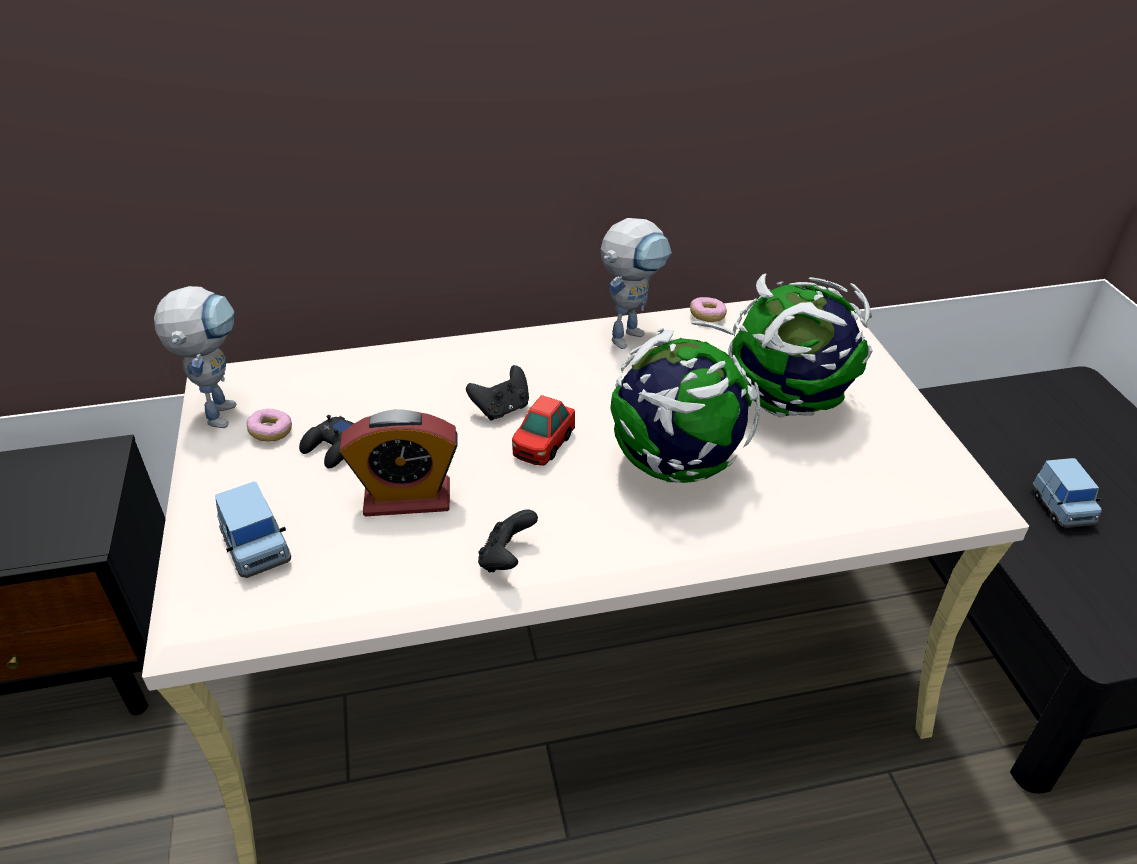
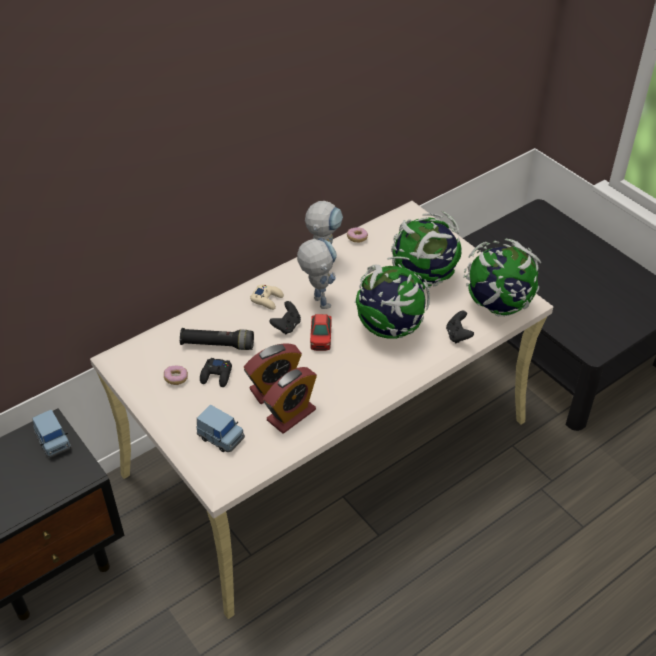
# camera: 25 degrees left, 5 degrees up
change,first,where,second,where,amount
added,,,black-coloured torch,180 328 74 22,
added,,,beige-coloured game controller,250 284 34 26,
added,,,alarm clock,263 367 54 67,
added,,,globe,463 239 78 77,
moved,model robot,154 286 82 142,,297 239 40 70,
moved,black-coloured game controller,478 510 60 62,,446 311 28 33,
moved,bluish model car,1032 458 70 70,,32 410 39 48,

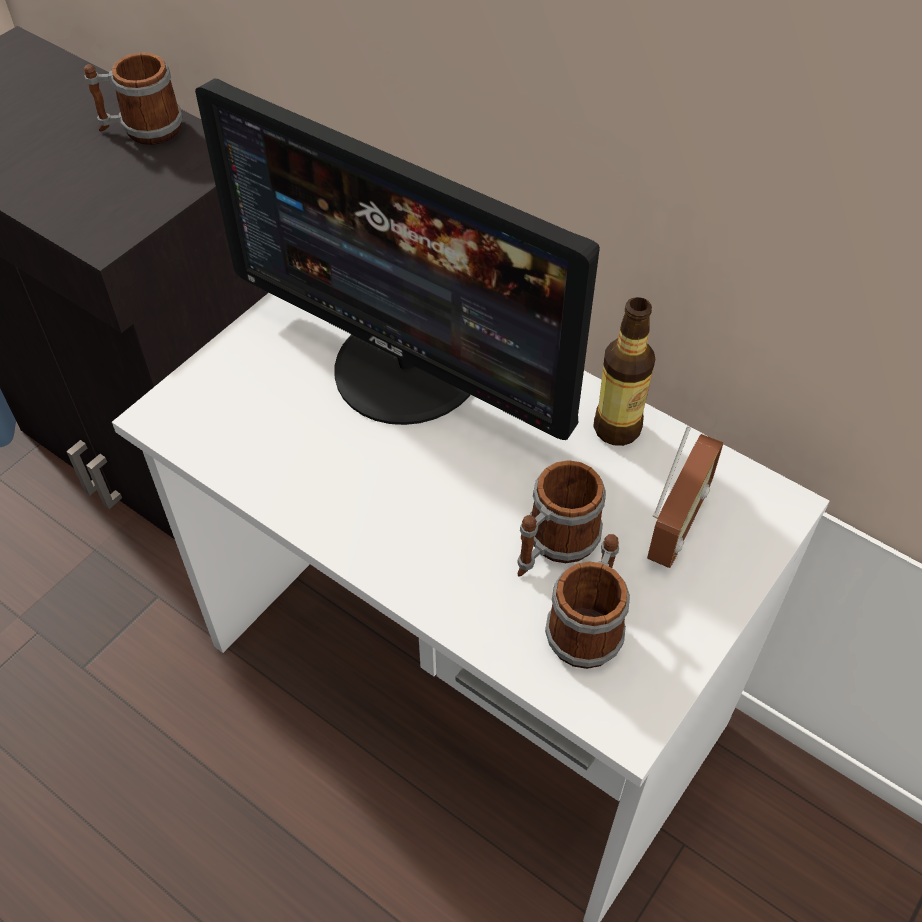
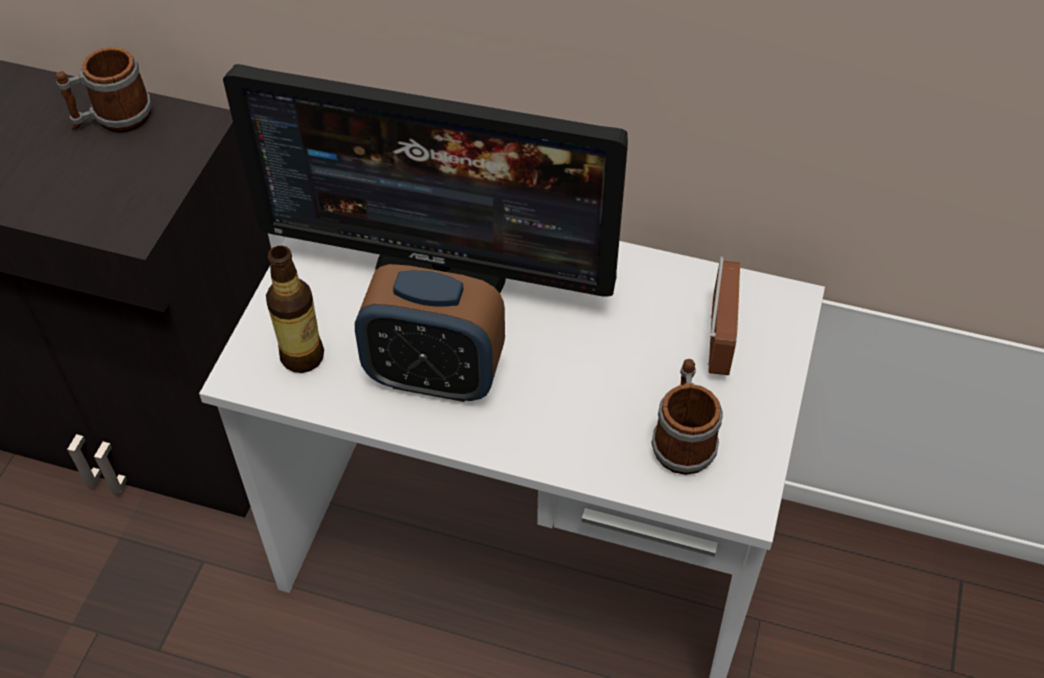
# camera: 20 degrees left, 0 degrees up
change,first,where,second,where,amount
removed,tea mug,517 460 89 117,,,
added,,,alarm clock,355 264 150 138,
moved,bottle,593 297 62 149,,266 246 58 127,

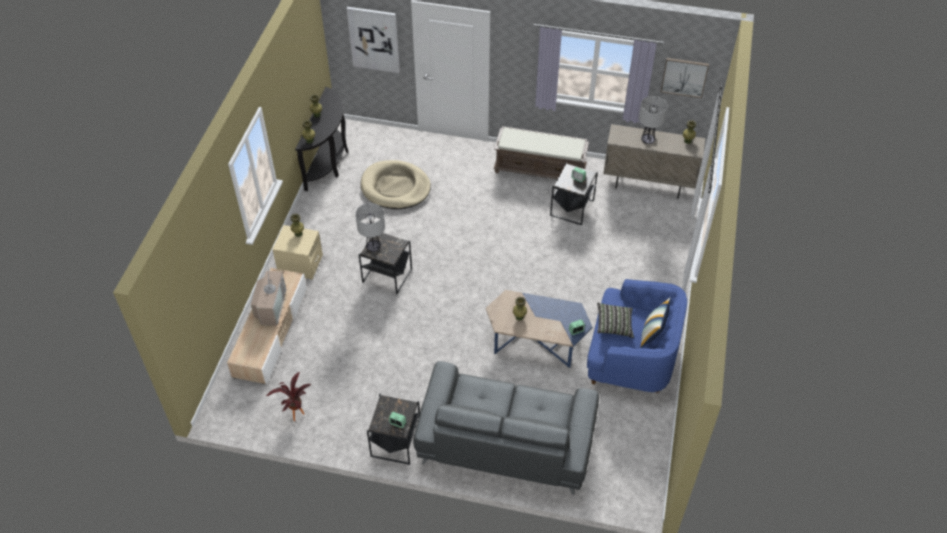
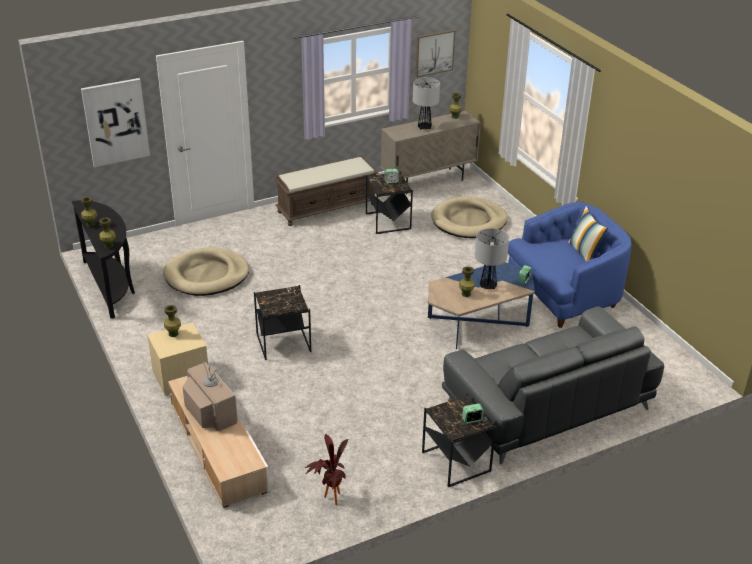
# camera: 40 degrees left, 15 degrees down
change,first,where,second,where,amount
removed,throw pillow,597 303 37 35,,,
added,,,beige-coloured dog bed,431 196 77 42,
moved,tabletop lamp,355 203 30 49,,475 228 34 61,

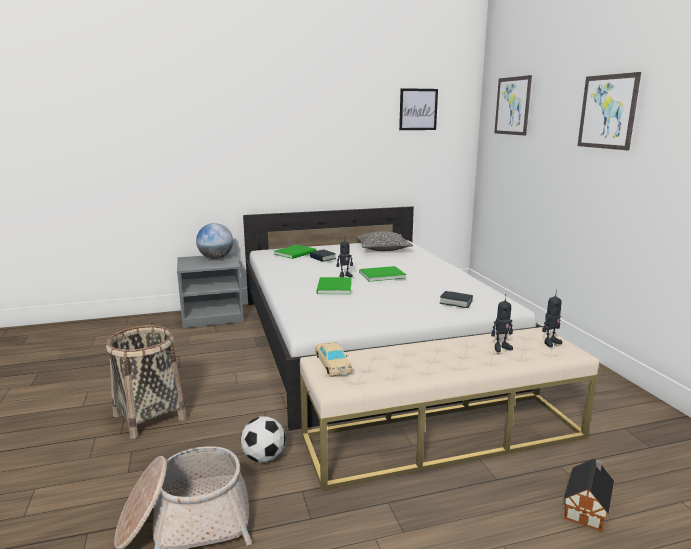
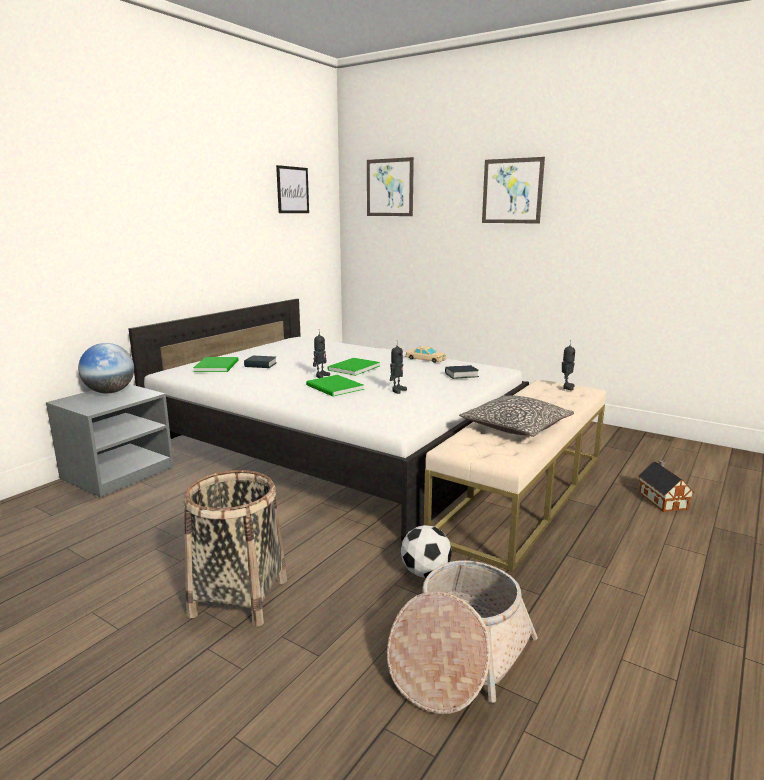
# camera: 40 degrees left, 0 degrees up
change,first,where,second,where,amount
moved,beige-coloured model car,315 342 37 34,,405 346 41 17,
moved,throw pillow,355 231 58 20,,460 395 114 42,
moved,model robot,491 294 22 58,,390 340 17 54,

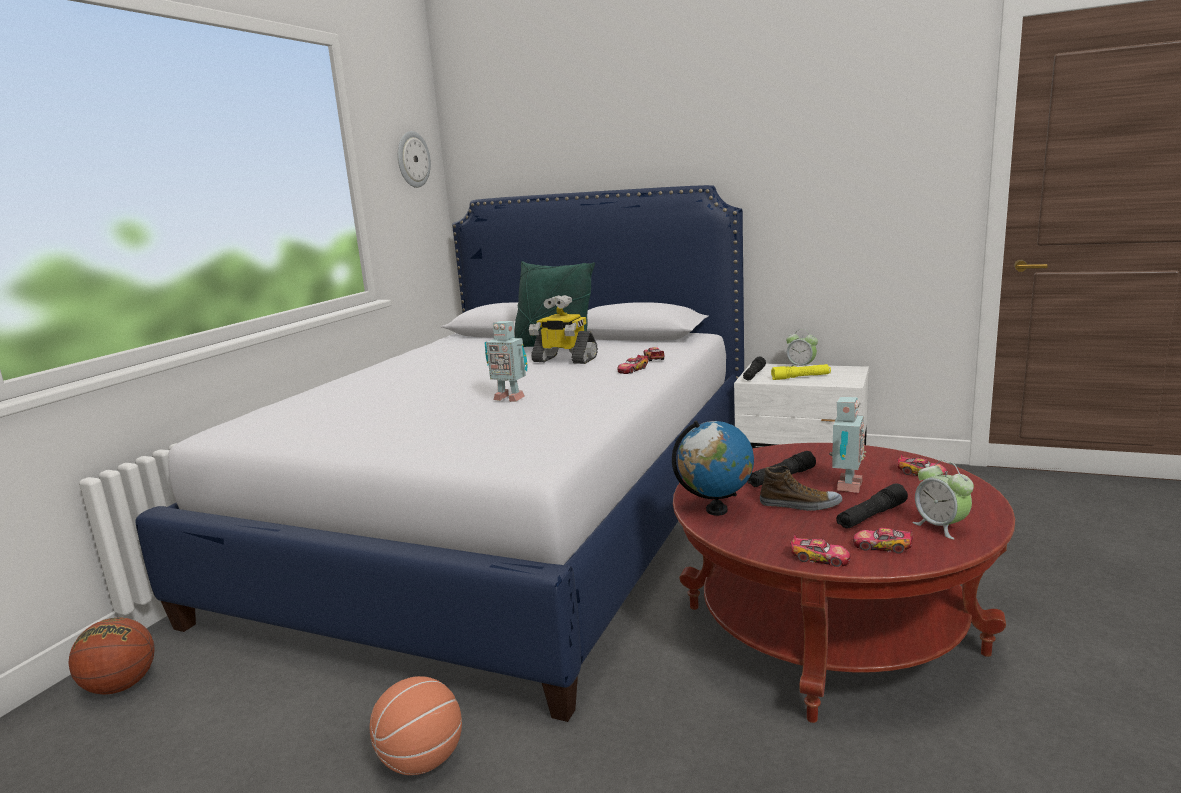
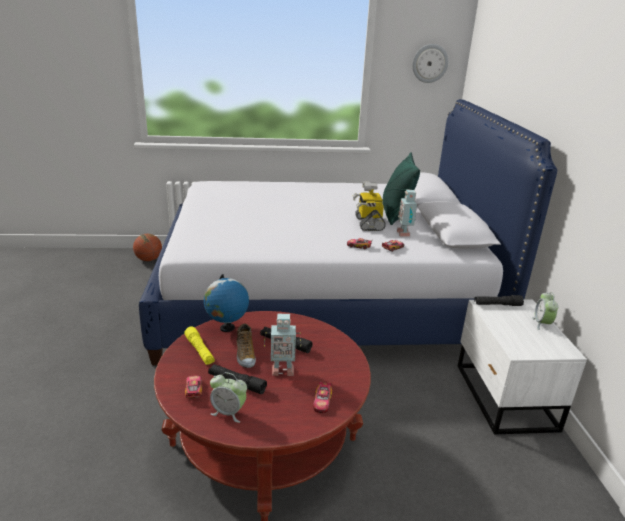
# camera: 60 degrees right, 10 degrees up
change,first,where,second,where,amount
removed,basketball ball,369 676 93 99,,,
removed,model car,790 534 61 33,,,
moved,model robot,484 321 43 81,,397 189 20 48,
moved,yellow torch,771 364 60 16,,184 326 31 39,
turned,alarm clock,912 460 62 80,,210 372 37 51,105 degrees counterclockwise

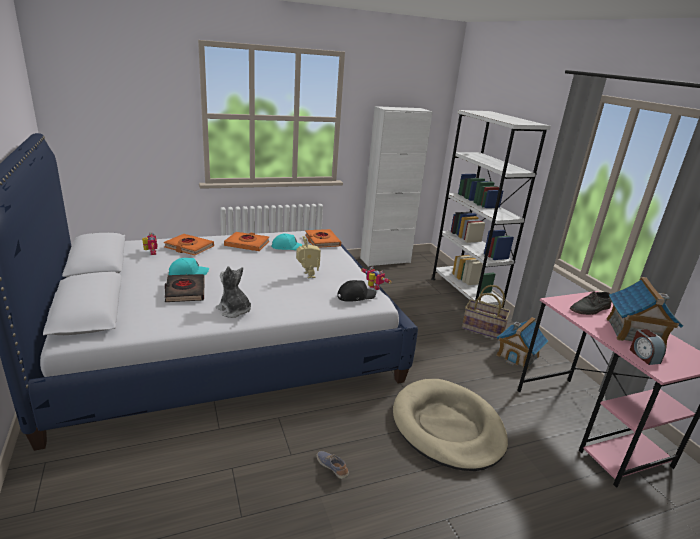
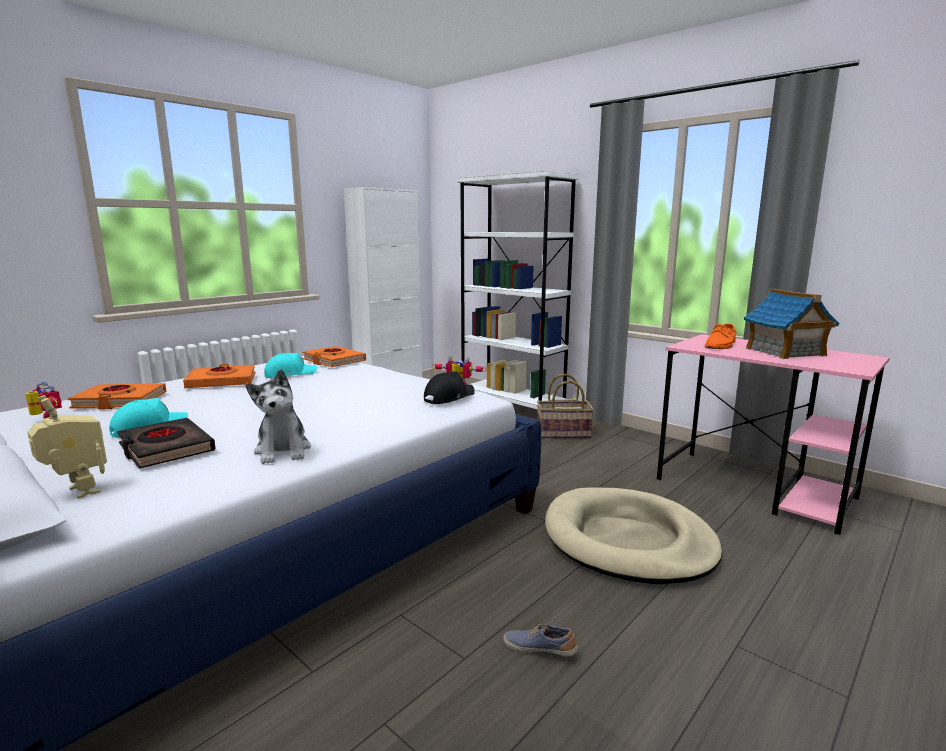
# camera: 25 degrees left, 10 degrees down
change,first,where,second,where,amount
removed,toy house,497 317 51 52,,,
removed,alarm clock,630 329 36 36,,,
moved,model robot,296 236 25 42,,27 395 80 104,
recoloured,greyish shoe,570 291 42 24,orangey shoe,705 324 32 25,
turned,plush toy,216 266 35 52,,245 369 66 95,120 degrees counterclockwise

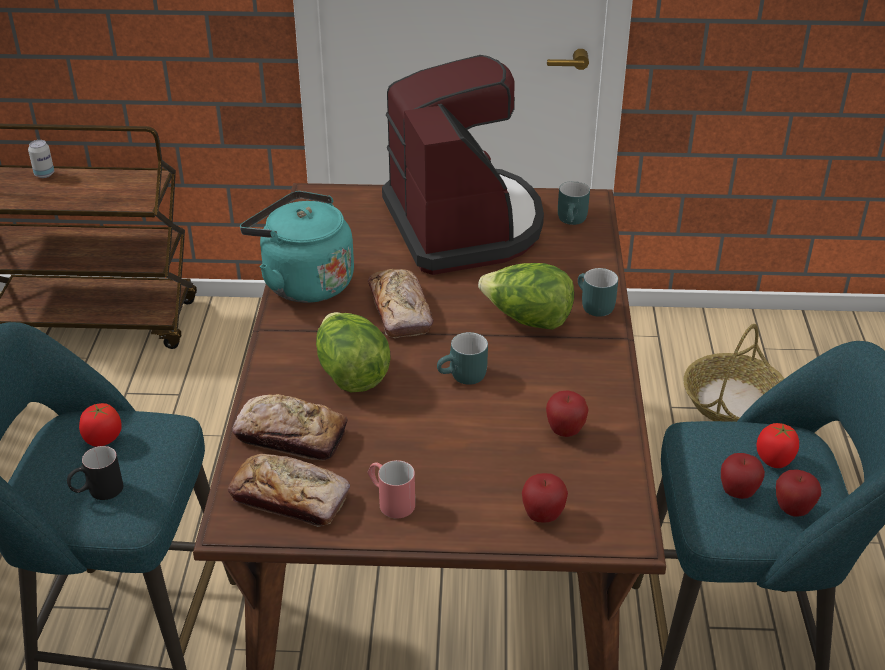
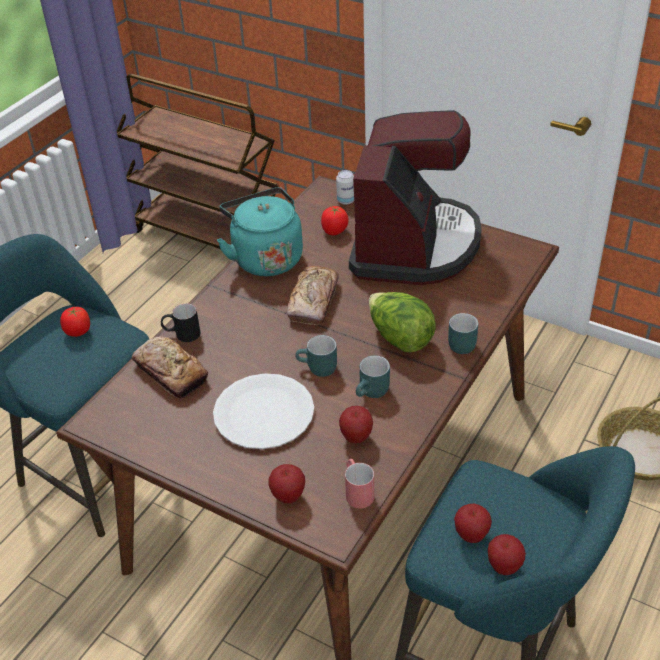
# camera: 30 degrees right, 5 degrees up
change,first,where,second,where,amount
removed,bakery bread,228 454 122 73,,,
removed,lettuce,316 312 74 80,,,
added,,,white flat dish,213 373 101 76,
moved,sealed can,28 140 26 38,,336 170 18 35,
moved,black-coloured tea mug,67 446 56 54,,161 303 39 39,
moved,reddish tea mug,368 460 47 58,,345 459 29 50,
moved,blue-green tea mug,558 181 32 44,,356 356 34 42,
moved,fresh tomato,757 423 42 45,,321 206 28 29,

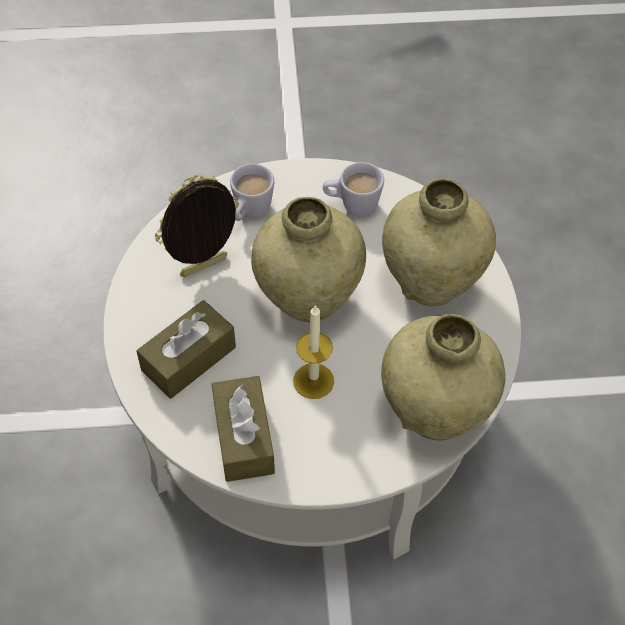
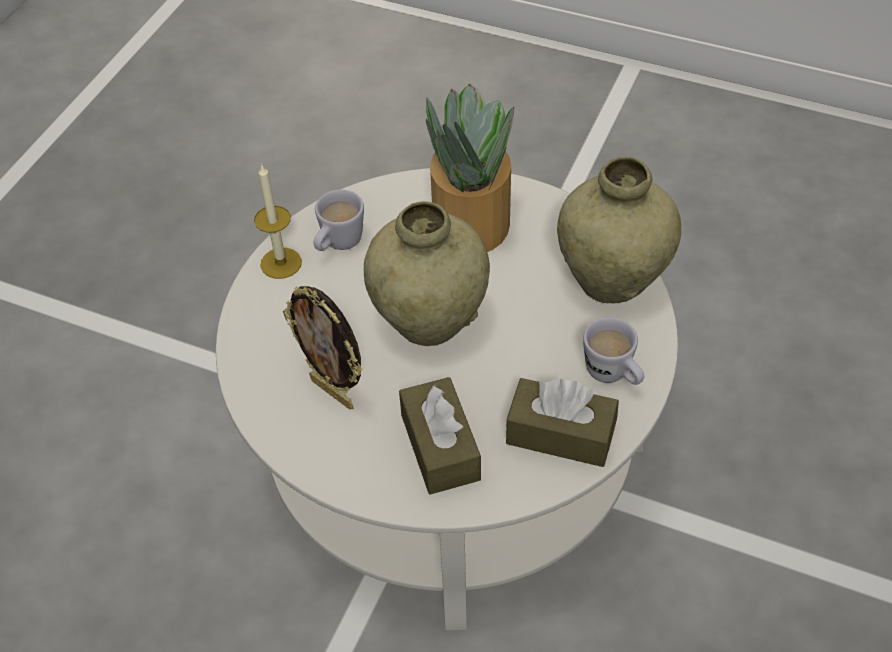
# camera: 60 degrees left, 5 degrees down
change,first,where,second,where,amount
moved,white tea mug,230 164 44 57,,583 317 61 68,
moved,candle,293 305 41 94,,254 164 48 115,
replaced,beige-coloured flower vase,382 178 114 128,plant in a pot,426 84 88 168,
turned,standing frame,155 175 84 102,,283 286 79 124,45 degrees counterclockwise

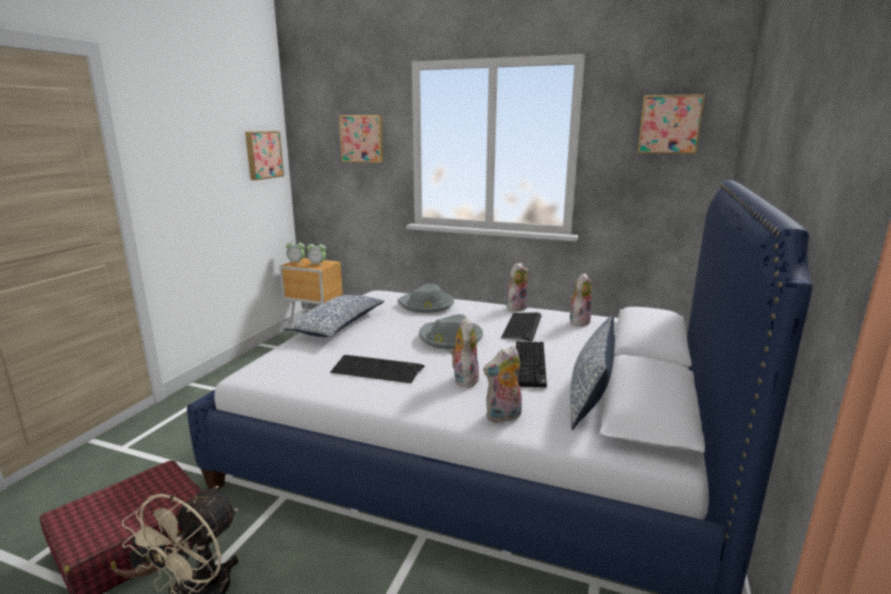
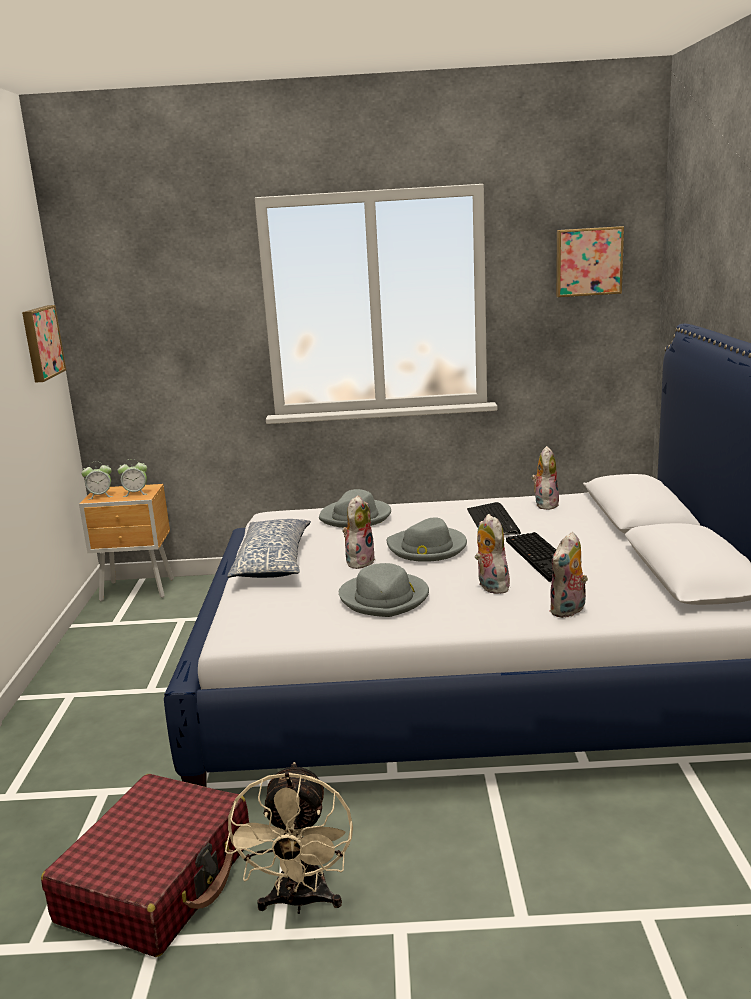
# camera: 20 degrees left, 0 degrees up
change,first,where,second,where,amount
removed,wall picture,339 115 45 48,,,
removed,throw pillow,570 315 45 115,,,
moved,plush toy,506 262 23 50,,342 495 34 74,
replaced,keyboard,330 355 94 28,greyish hat,339 563 90 54,

